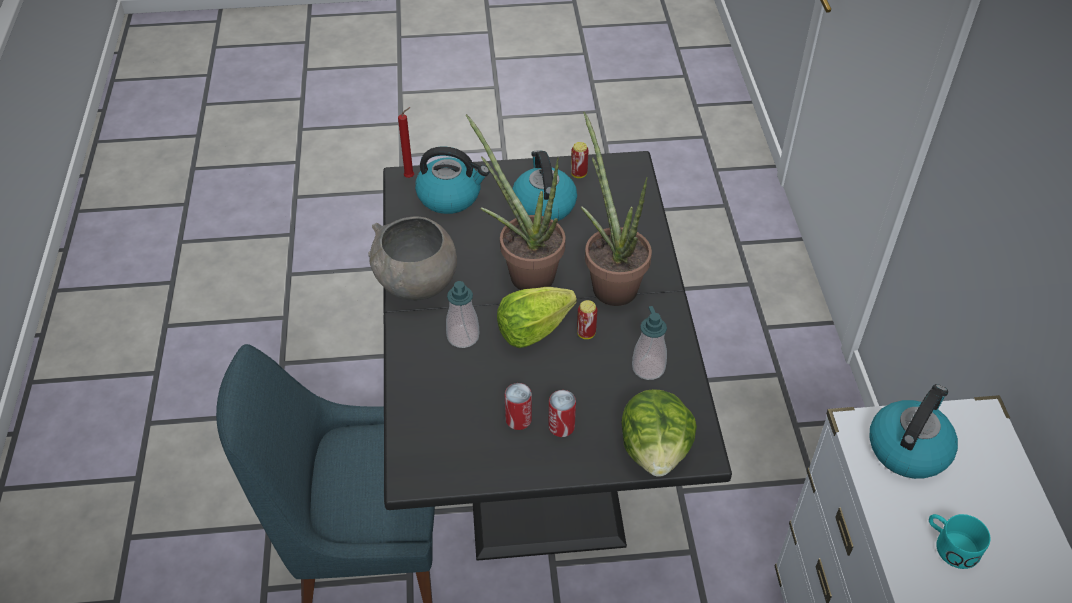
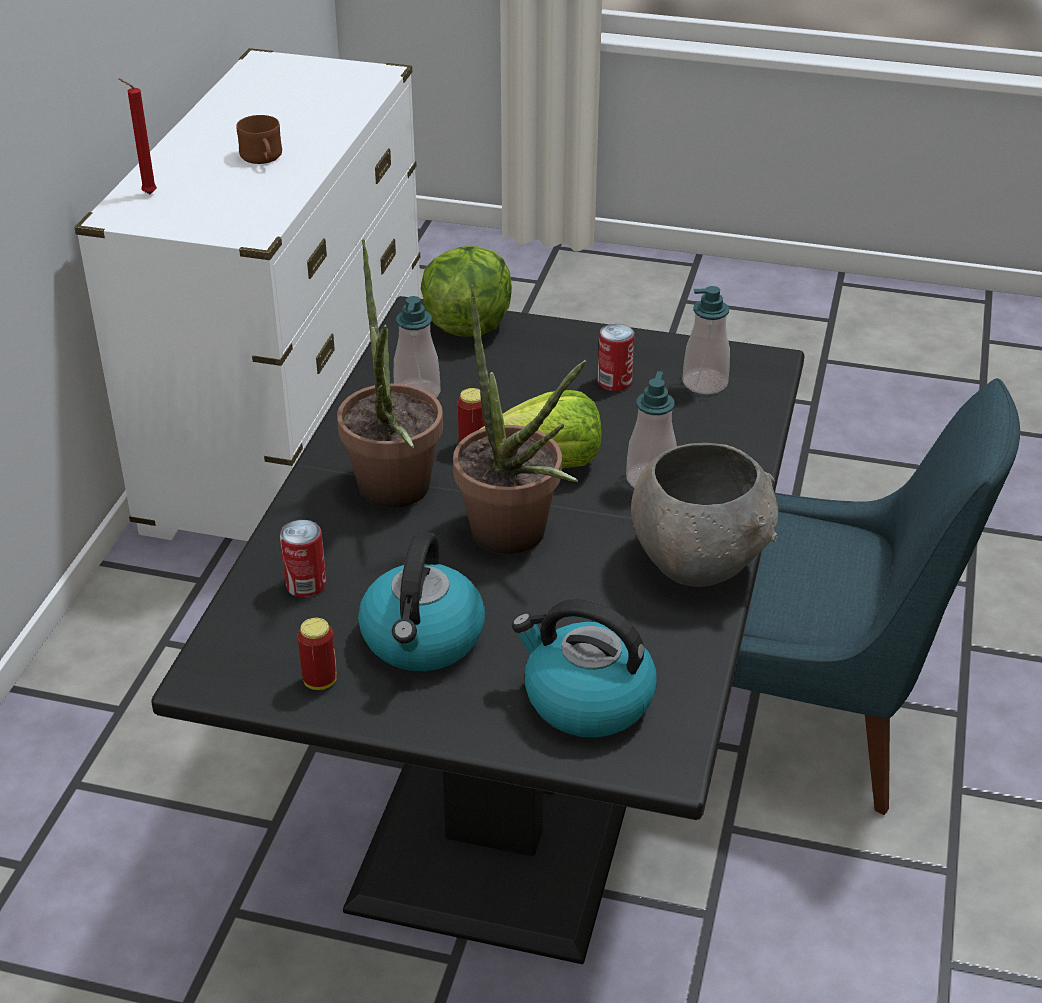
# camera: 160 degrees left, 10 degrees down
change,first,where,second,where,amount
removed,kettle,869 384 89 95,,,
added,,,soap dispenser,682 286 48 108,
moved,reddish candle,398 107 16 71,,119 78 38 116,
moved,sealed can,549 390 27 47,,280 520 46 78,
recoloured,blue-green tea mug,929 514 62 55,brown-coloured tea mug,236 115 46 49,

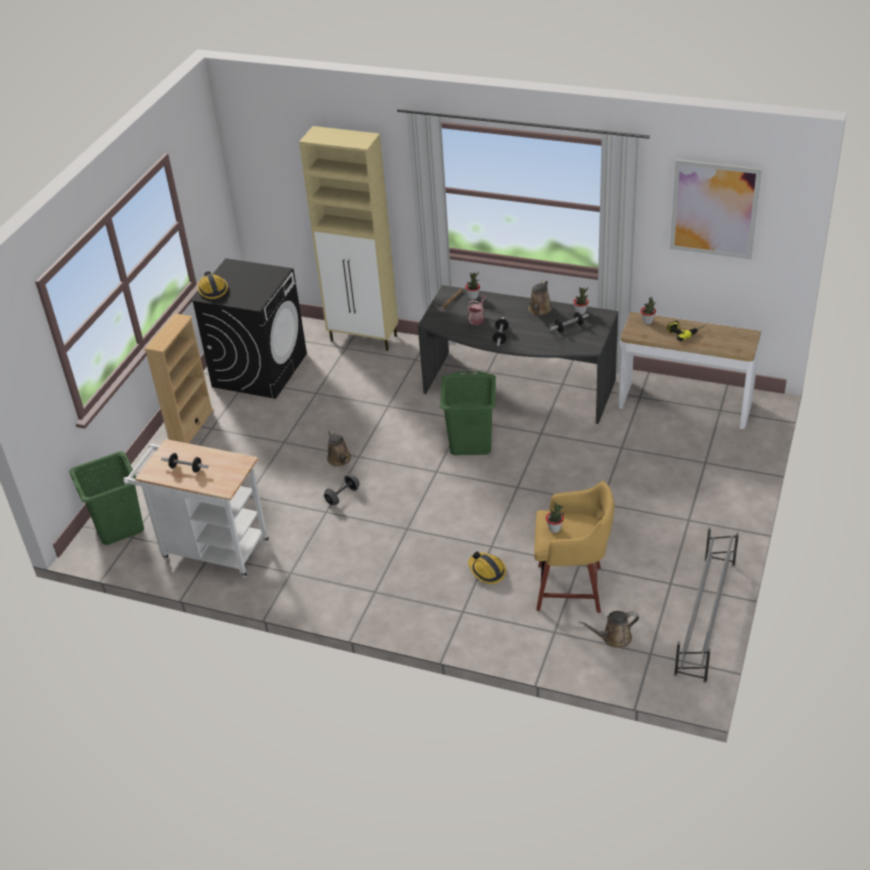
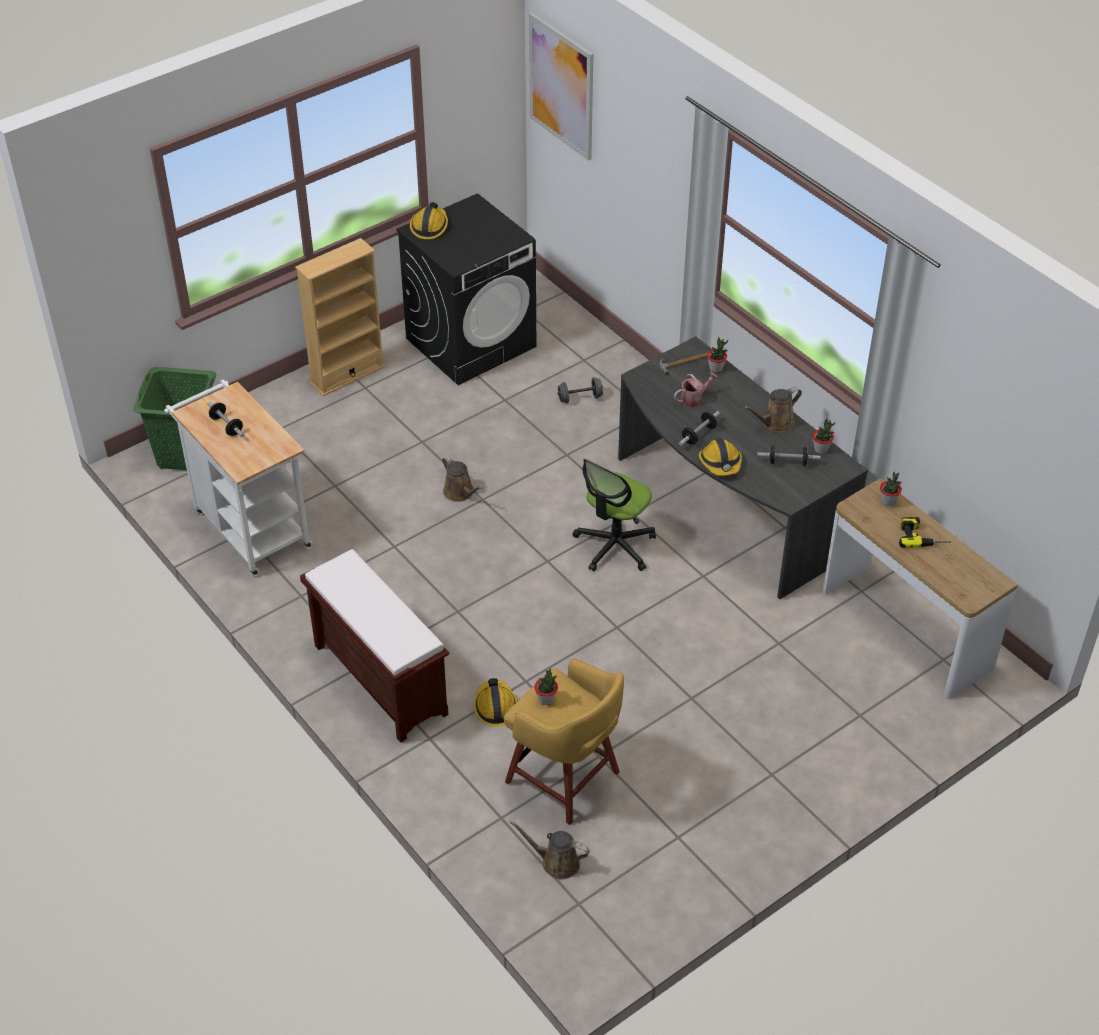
# camera: 30 degrees right, 5 degrees up
change,first,where,second,where,amount
removed,beige-coloured storage cabinet,299 126 99 225,,,
removed,greyish shoe stand,674 527 65 156,,,
added,,,brown-coloured indoor bench,300 549 149 194,
added,,,hard hat,699 438 43 38,
moved,greyish dumbbell,324 474 35 31,,558 377 45 27,
moved,wall picture,670 159 92 100,,529 13 64 148,
replaced,green-coloured washing basket,440 371 56 84,office chair,573 459 83 113,
turned,brown-coloured watering pot,327 430 24 36,,442 456 41 46,45 degrees counterclockwise

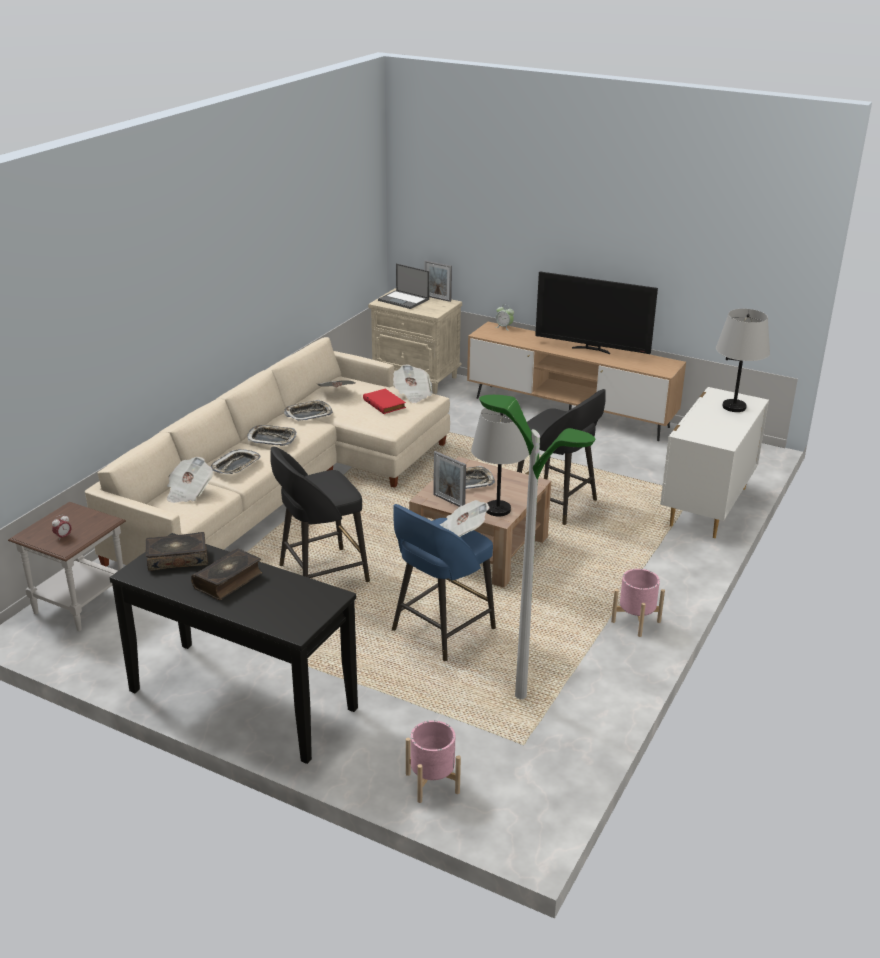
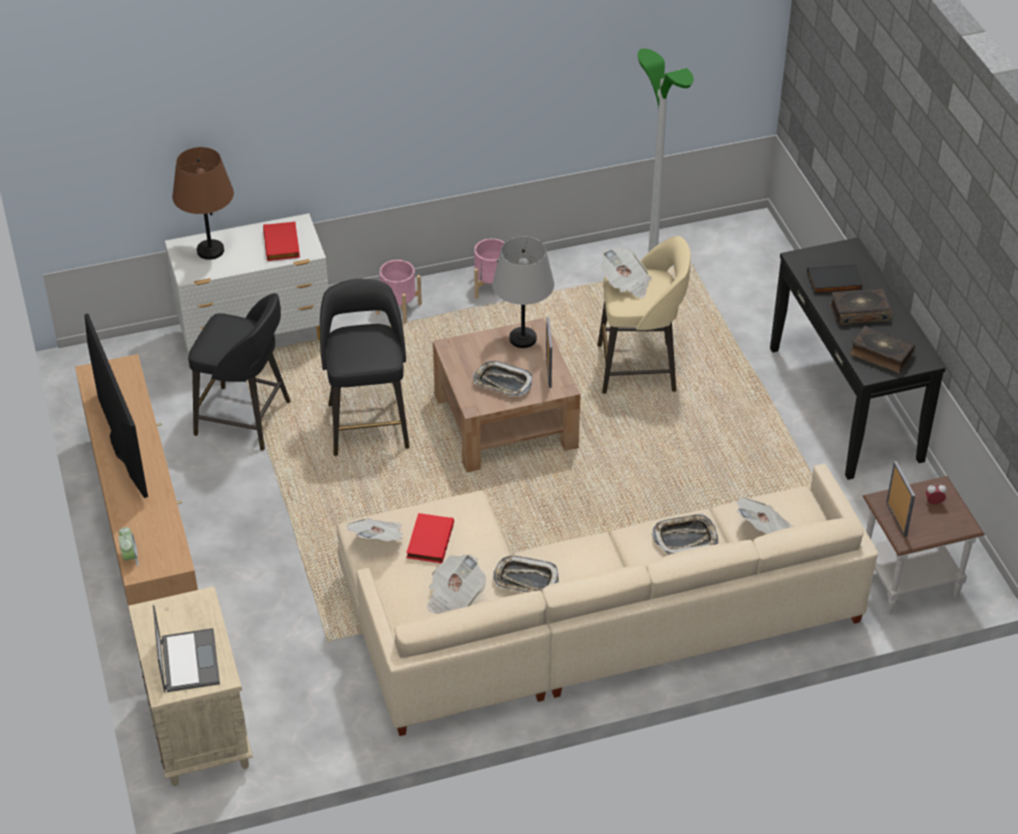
# camera: 135 degrees left, 15 degrees up
change,first,where,second,where,amount
removed,carrying tray,247 425 50 21,,,
added,,,reddish book,263 222 37 39,
added,,,black-coloured book,807 264 57 30,
moved,black-coloured stool,270 447 100 135,,188 293 103 158,
moved,pinkish flower pot,406 720 55 83,,376 260 46 63,
moved,standing frame,425 260 27 42,,886 461 29 76,
recoloured,bluish stool,392 504 104 157,beige-coloured stool,597 236 94 158,
recoloured,greyish tabletop lamp,716 309 54 103,brown-coloured tabletop lamp,172 147 62 113,

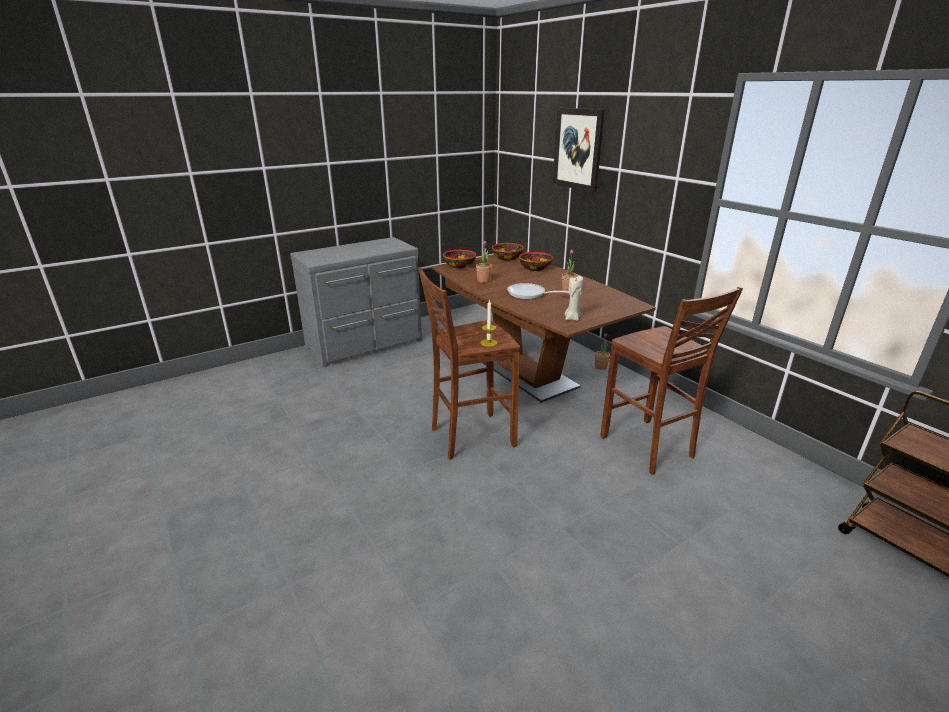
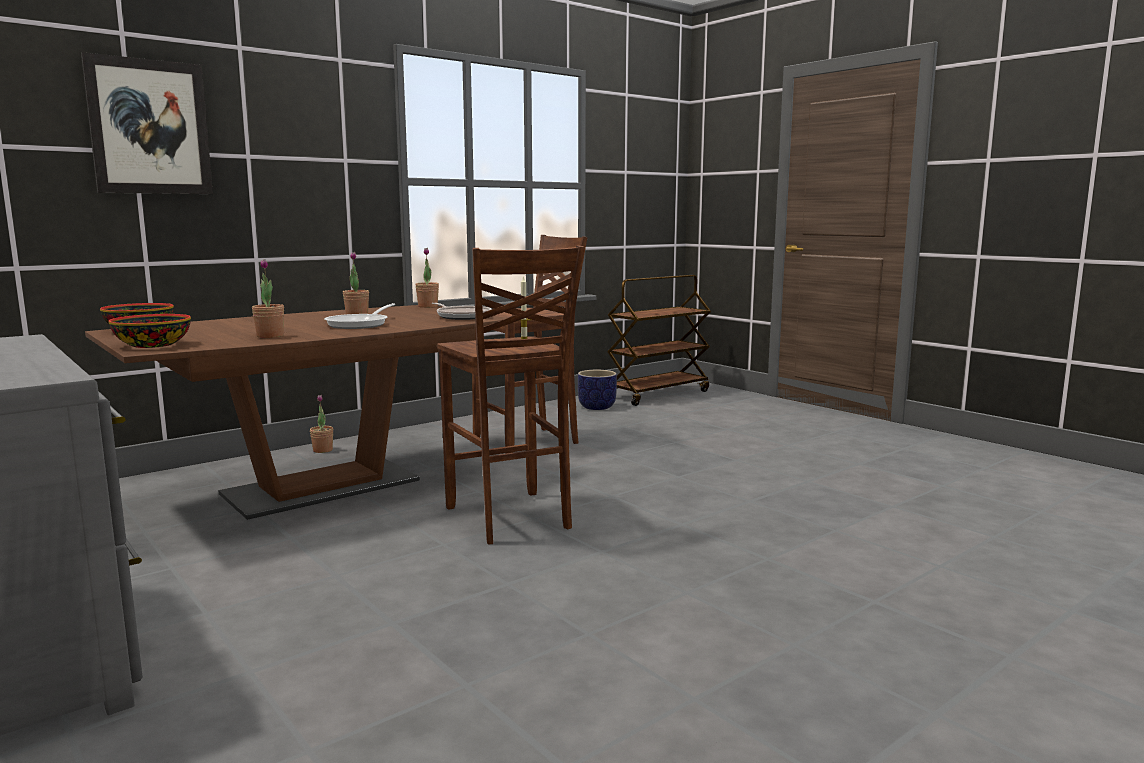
# camera: 95 degrees left, 15 degrees down
change,first,where,second,where,amount
removed,serving bowl,519 252 34 19,,,
added,,,plant in a pot,415 248 24 60,
added,,,flower pot,578 370 39 40,
replaced,beige-coloured candle,565 276 18 45,frying pan,432 303 60 17,

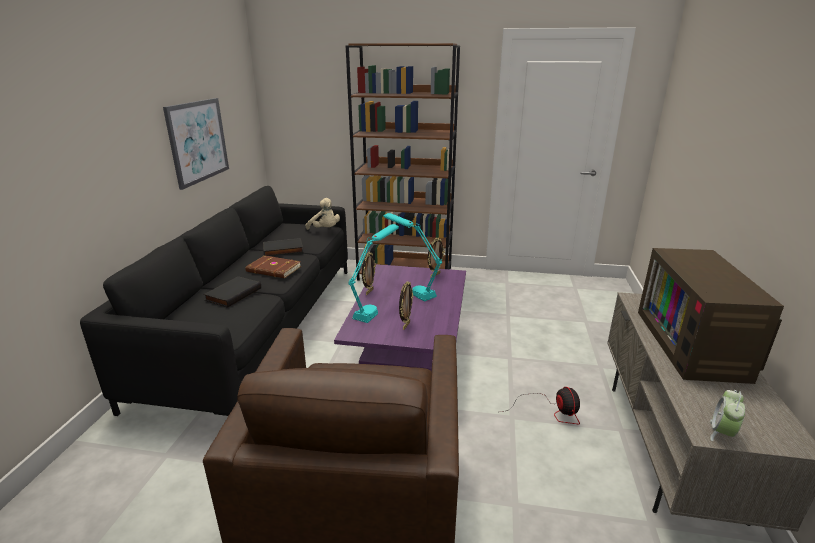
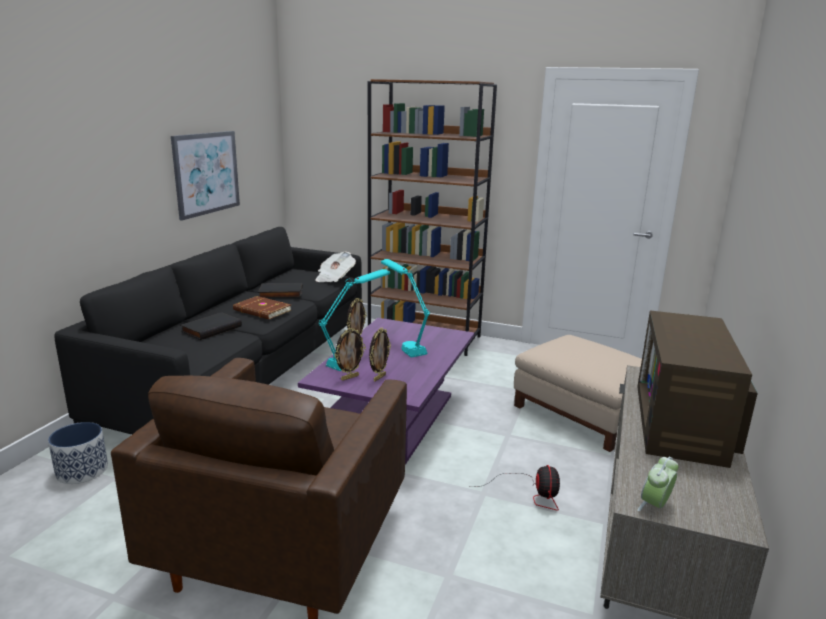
# camera: 10 degrees right, 5 degrees down
change,first,where,second,where,amount
added,,,flower pot,48 422 60 62,
added,,,beige-coloured pouffe,514 335 128 117,
moved,standing frame,428 238 17 39,,335 328 31 53,
replaced,beige-coloured plush toy,306 198 34 32,printed paper,315 252 41 30,

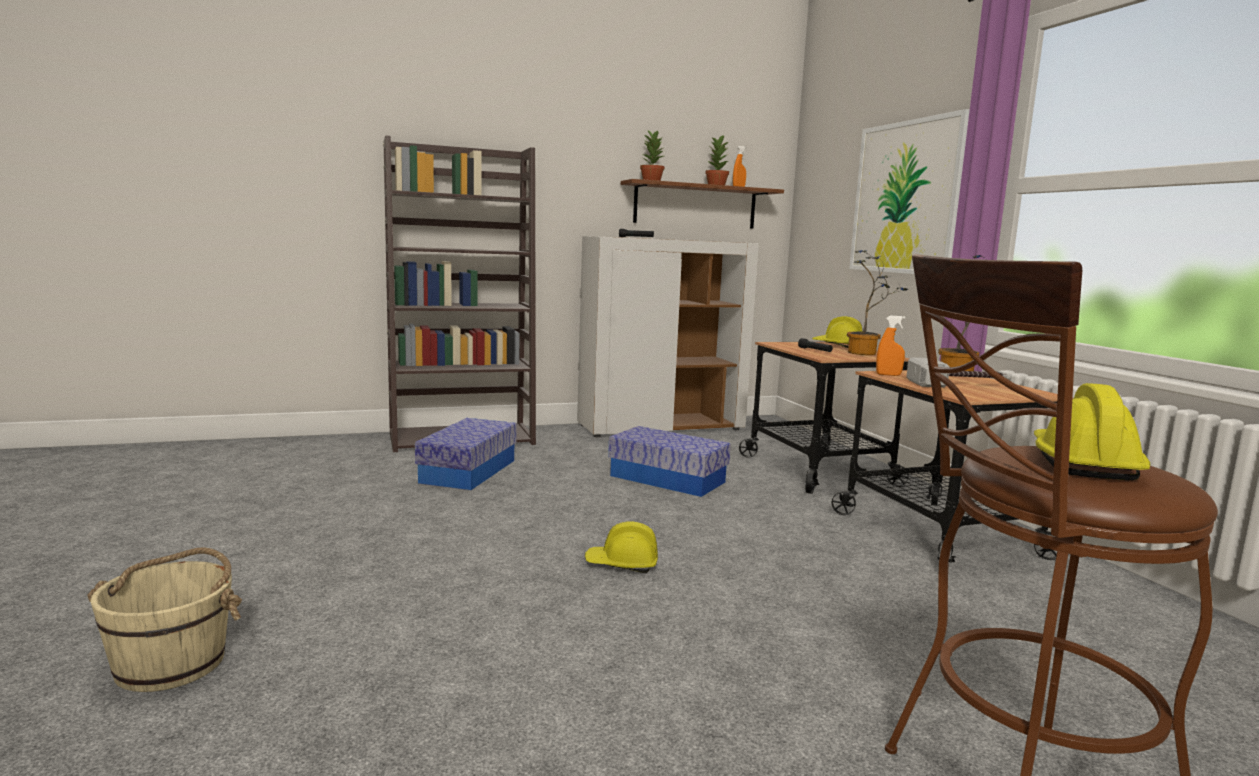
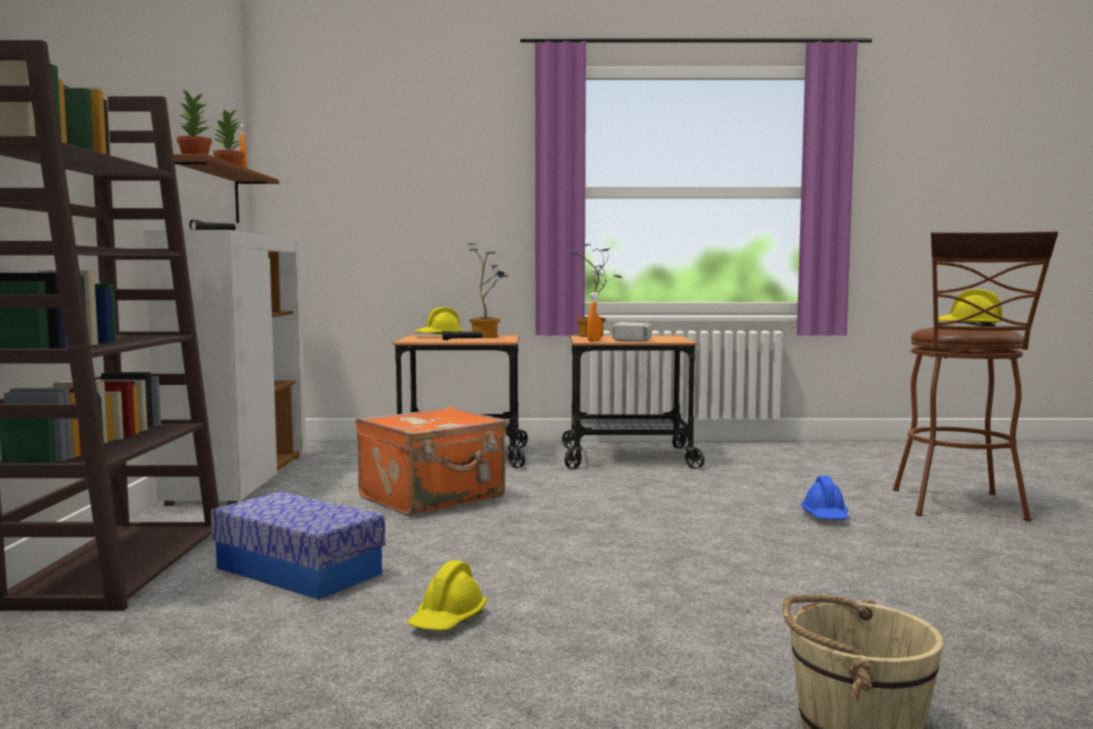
# camera: 70 degrees left, 5 degrees down
change,first,where,second,where,amount
removed,wall picture,849 109 121 165,,,
added,,,bluish hard hat,801 476 48 43,
moved,yellow hard hat,585 521 73 52,,407 560 80 71,
replaced,storage box,608 426 123 71,orangey travel case,356 407 150 109,

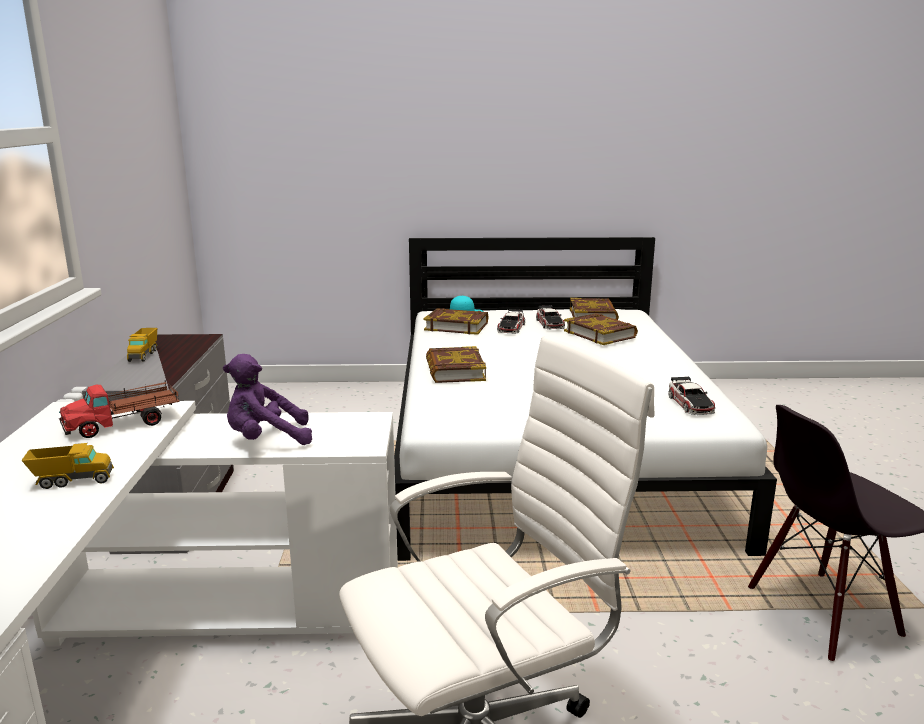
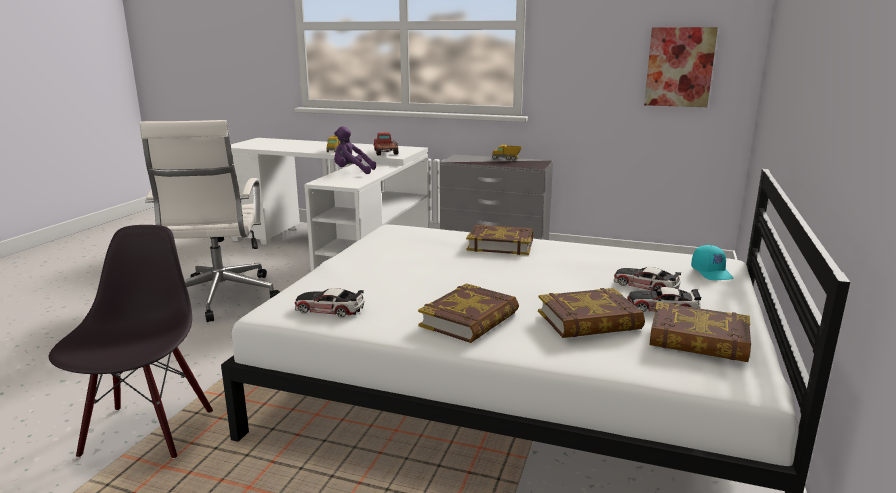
# camera: 110 degrees right, 0 degrees up
change,first,where,second,where,amount
added,,,wall picture,644 27 74 80,
moved,book,423 308 65 27,,418 283 101 60,
turned,purple plush toy,223 354 89 91,,334 126 42 48,90 degrees counterclockwise

